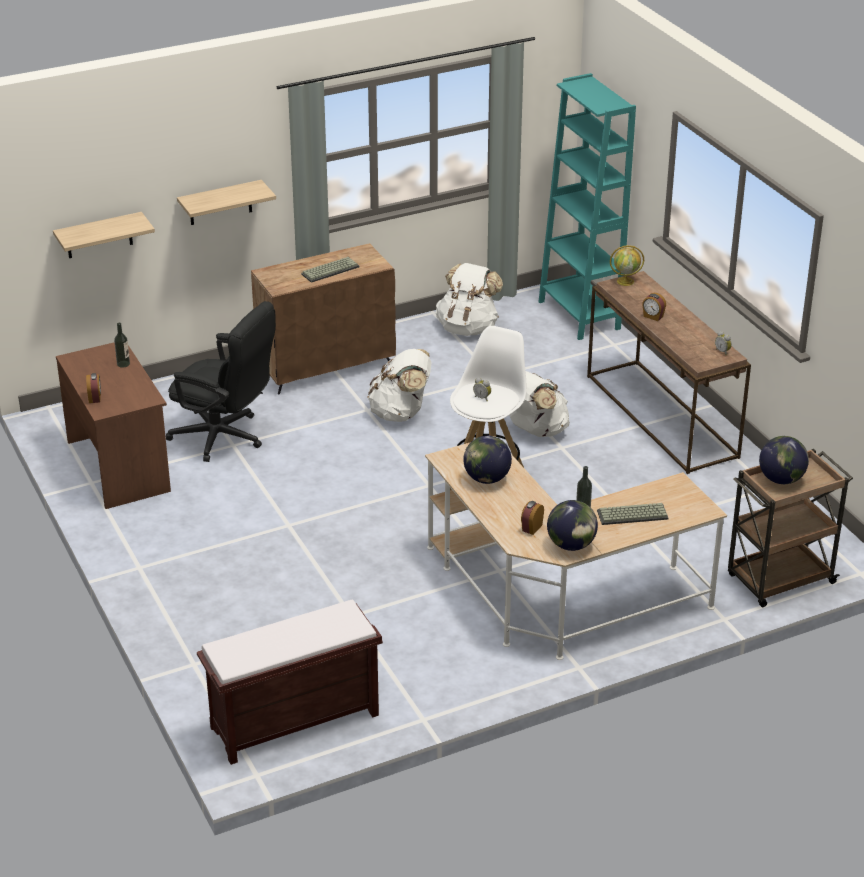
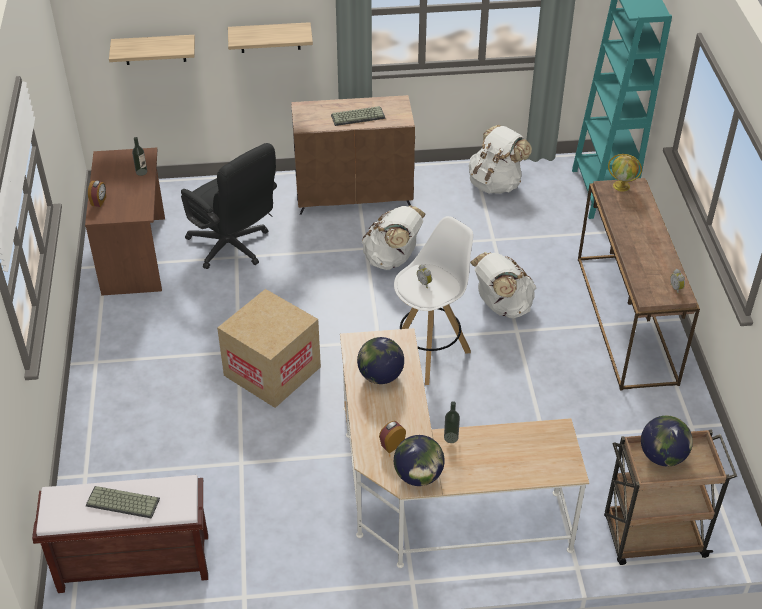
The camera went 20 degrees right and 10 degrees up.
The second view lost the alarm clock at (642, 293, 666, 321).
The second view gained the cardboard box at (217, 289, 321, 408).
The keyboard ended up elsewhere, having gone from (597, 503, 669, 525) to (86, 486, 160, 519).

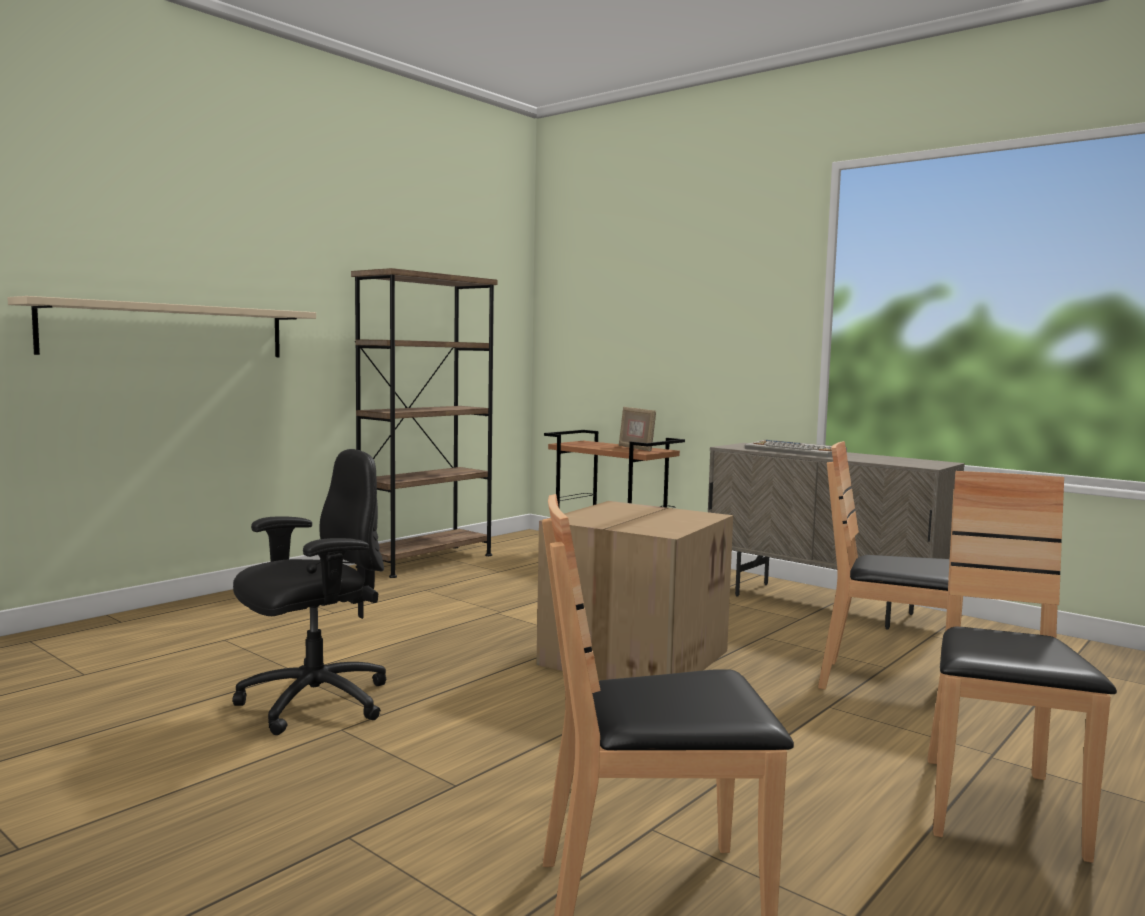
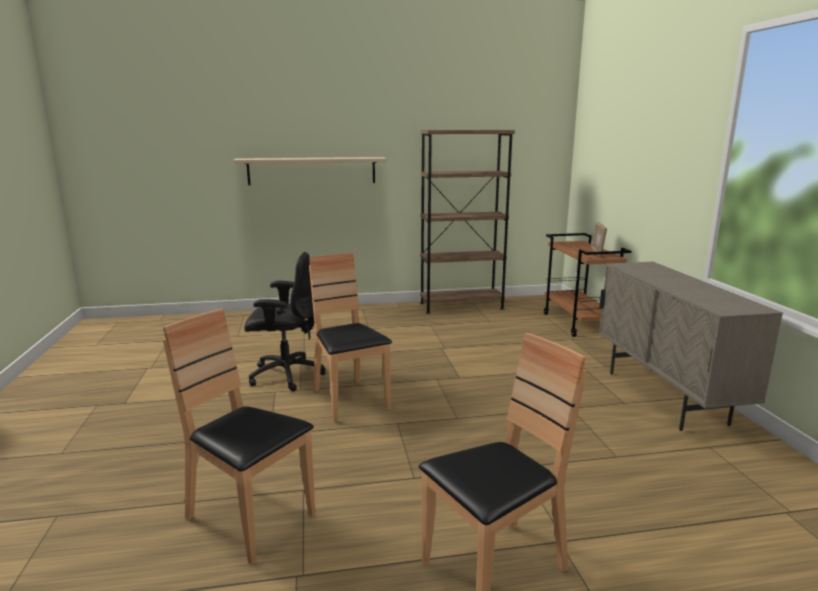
The camera went 40 degrees right and 10 degrees up.
The second view lost the cardboard box at (536, 501, 733, 680).
The second view lost the keyboard at (745, 440, 847, 457).
The upright chair in brown ended up elsewhere, having gone from (818, 441, 963, 690) to (309, 252, 392, 423).

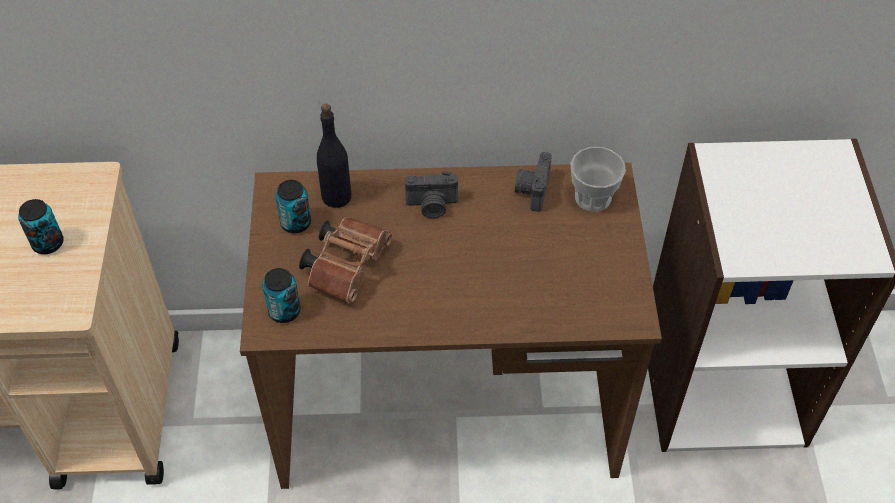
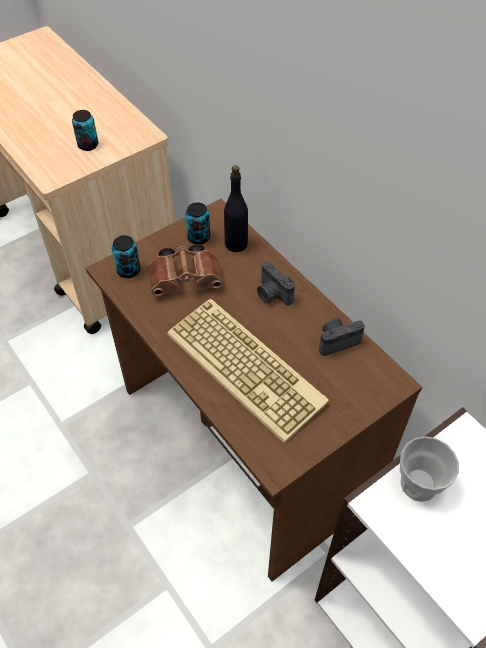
The camera went 55 degrees right and 0 degrees up.
The second view gained the keyboard at (167, 299, 329, 443).
The drinking cup ended up elsewhere, having gone from (570, 147, 626, 212) to (400, 436, 459, 502).

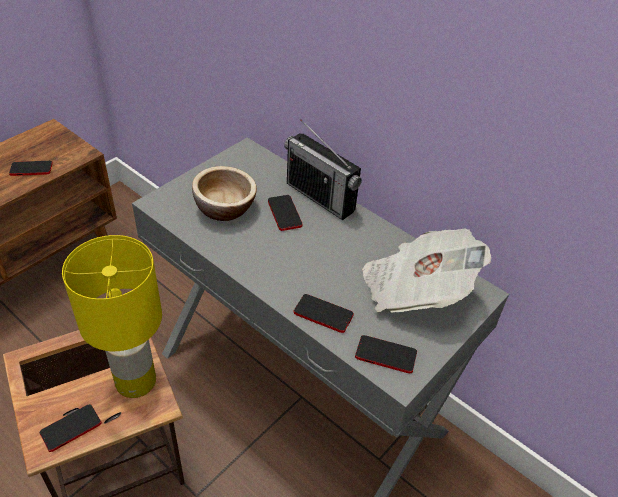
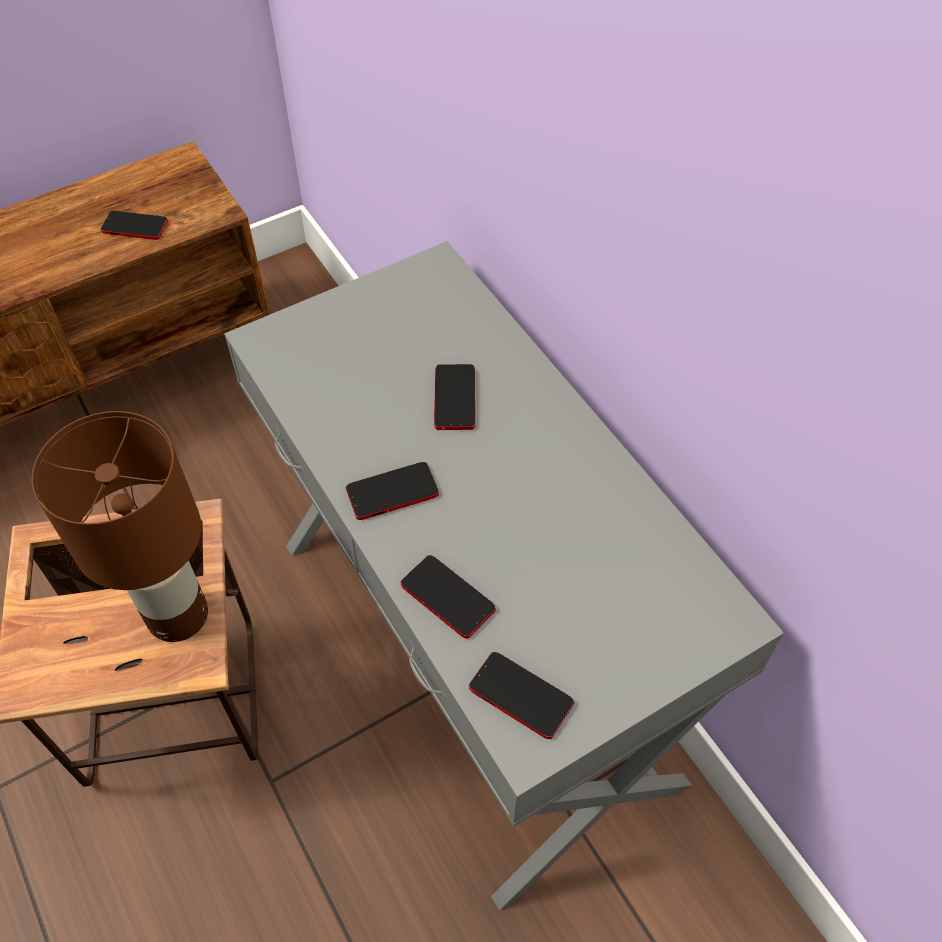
The camera went 20 degrees right and 10 degrees up.
The second view lost the deep dish at (192, 166, 257, 221).
The second view lost the radio set at (284, 119, 362, 220).
The second view lost the daily paper at (362, 229, 491, 312).
The phone ended up elsewhere, having gone from (39, 404, 102, 452) to (346, 462, 439, 520).
What was the table lamp in yellow at (62, 235, 162, 398) turned into the table lamp in brown at (32, 411, 208, 642).

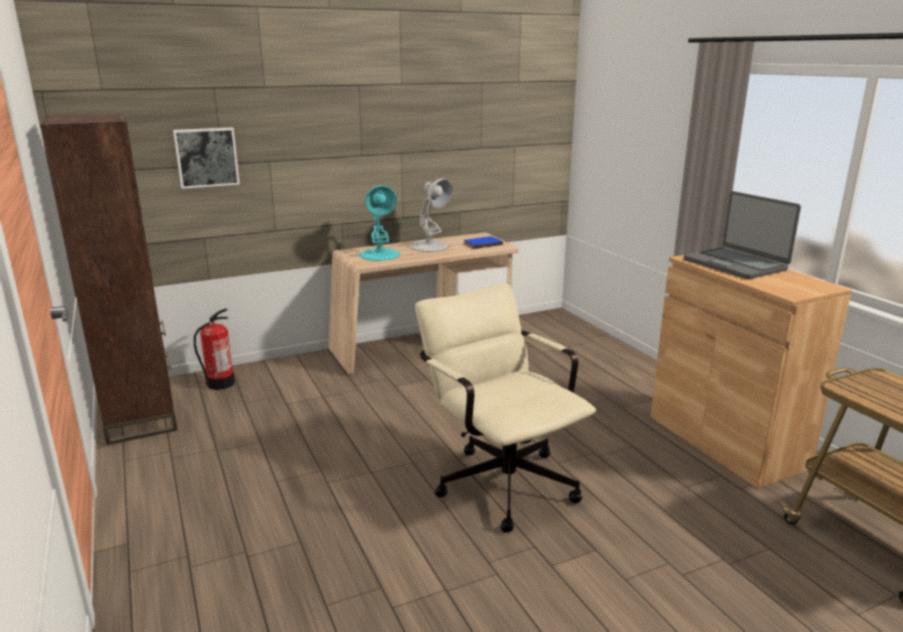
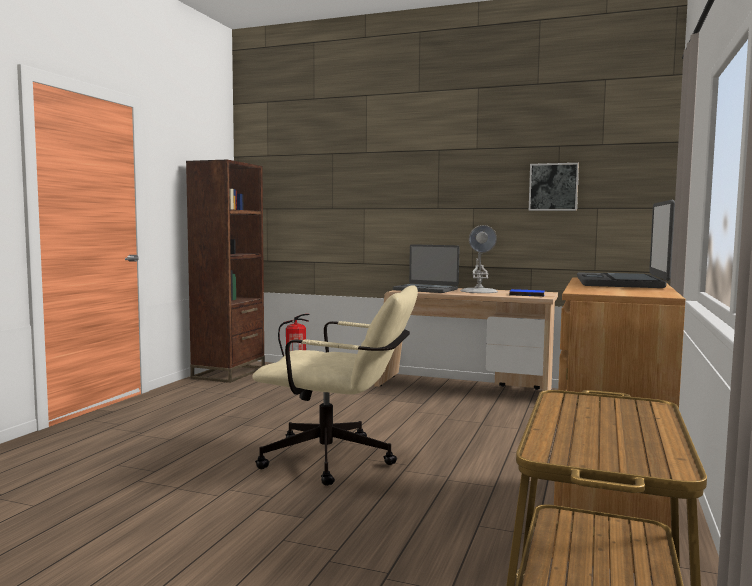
The camera went 45 degrees right and 15 degrees down.
The wall picture ended up elsewhere, having gone from (173, 128, 240, 189) to (529, 163, 579, 211).
Where the table lamp in blue-green stood at (359, 185, 400, 261), the laptop came to stand at (393, 244, 460, 293).
The office chair in beige at (415, 283, 596, 533) ended up facing another way, 90 degrees clockwise from before.

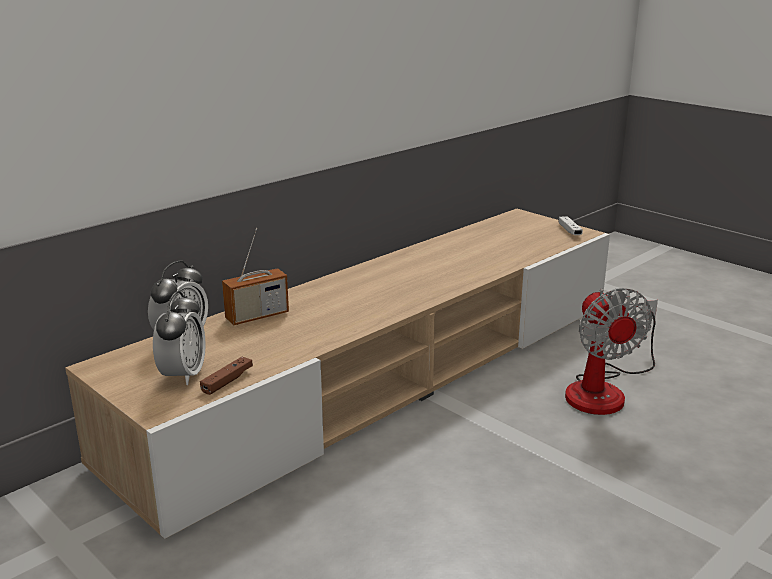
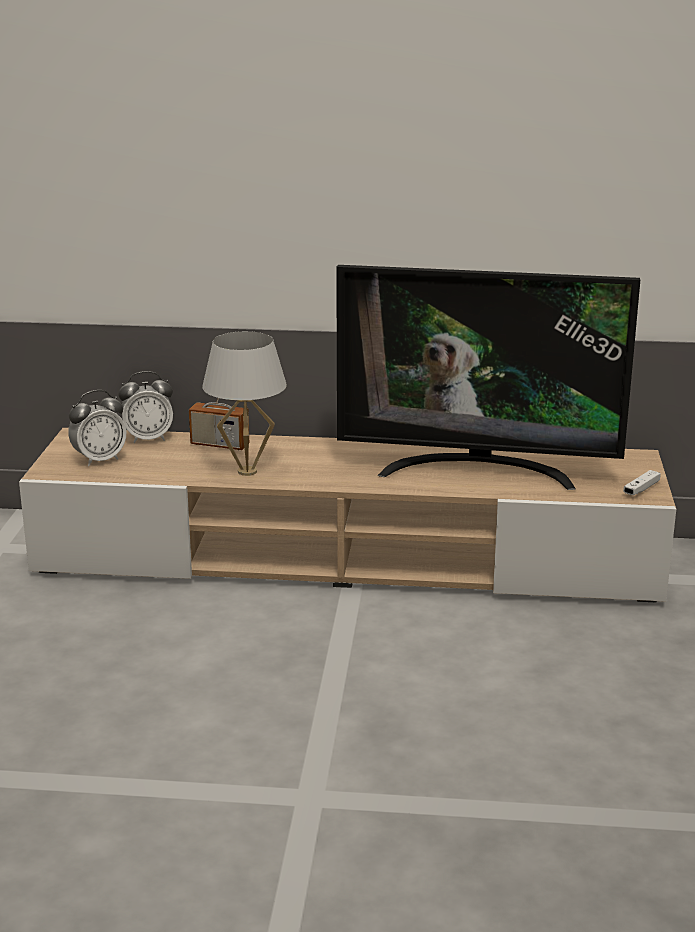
The camera went 50 degrees right and 0 degrees up.
The second view lost the joypad in brown at (200, 357, 253, 395).
The second view lost the fan at (565, 288, 658, 415).
The second view gained the table lamp in whitish at (202, 331, 287, 476).
The second view gained the television at (336, 265, 640, 490).

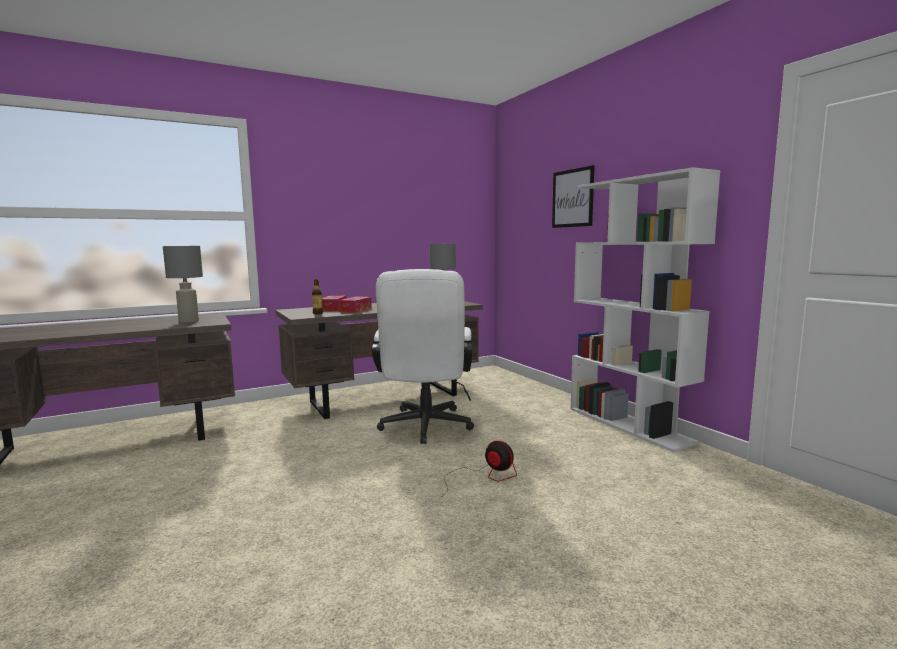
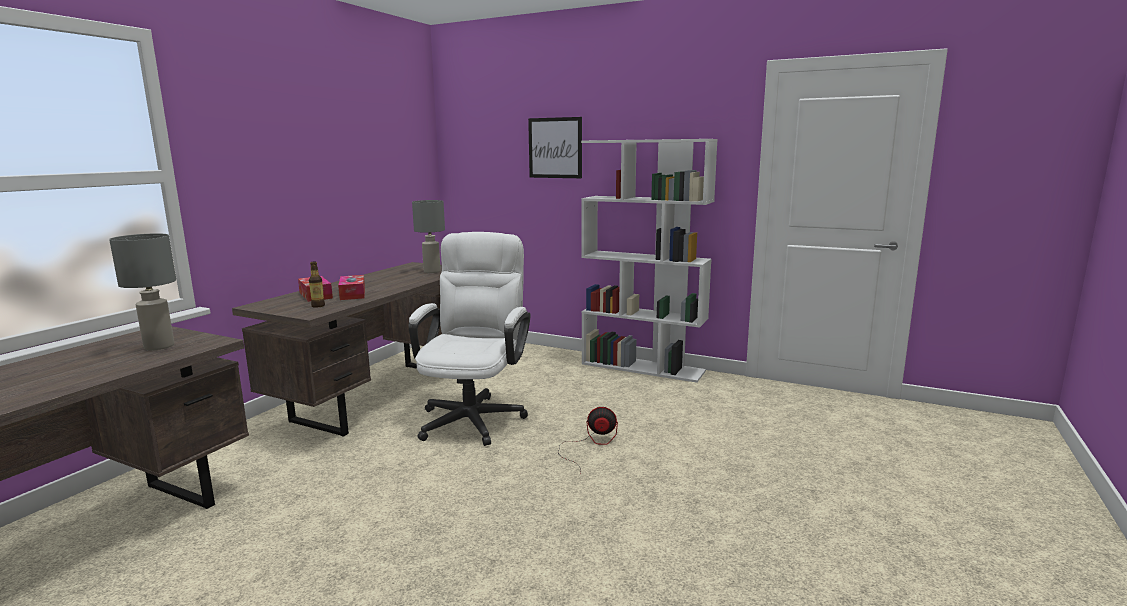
The camera went 35 degrees left and 5 degrees up.
The office chair in whitish at (372, 269, 474, 444) ended up facing another way, 135 degrees counterclockwise from before.

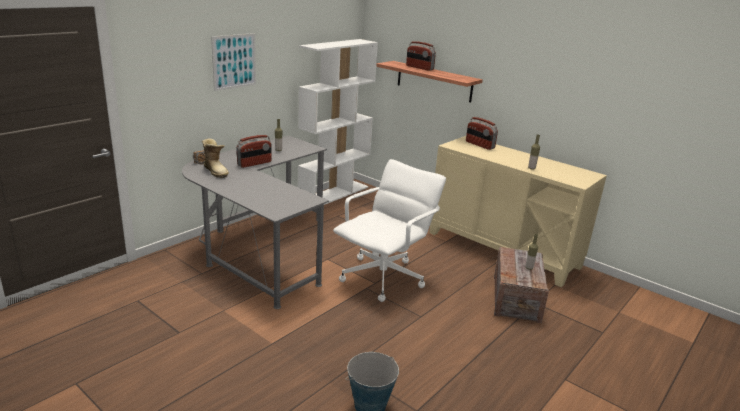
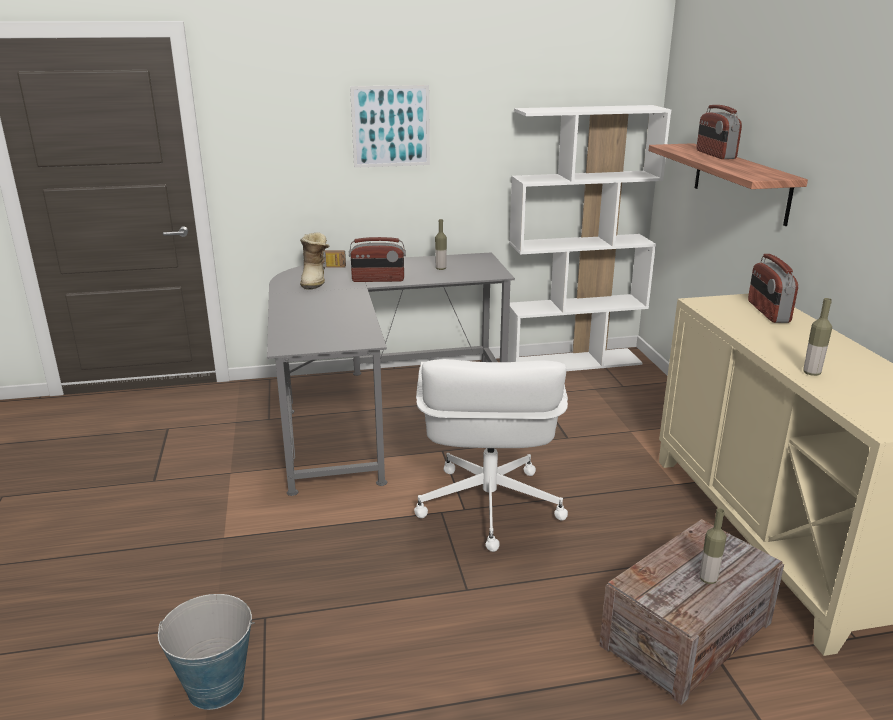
The camera went 40 degrees right and 0 degrees up.
The office chair in whitish at (333, 159, 446, 302) ended up facing another way, 105 degrees clockwise from before.

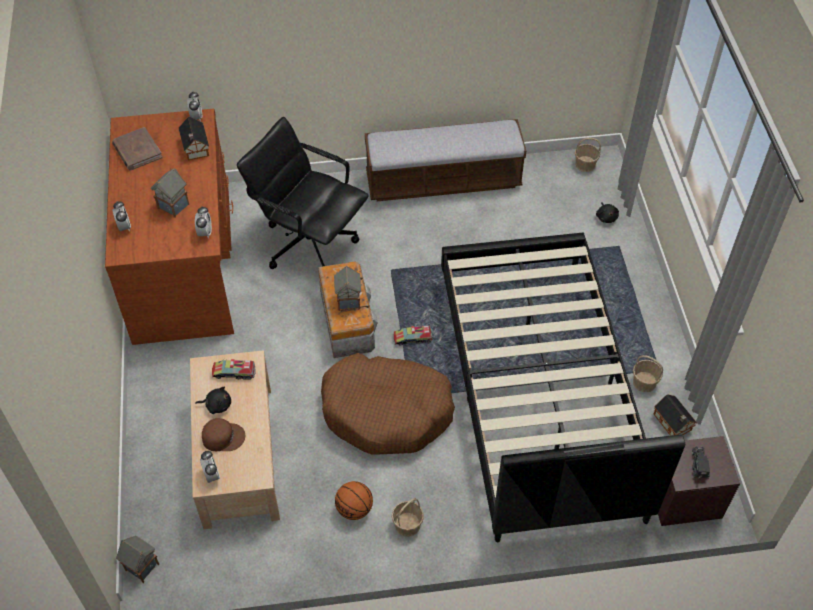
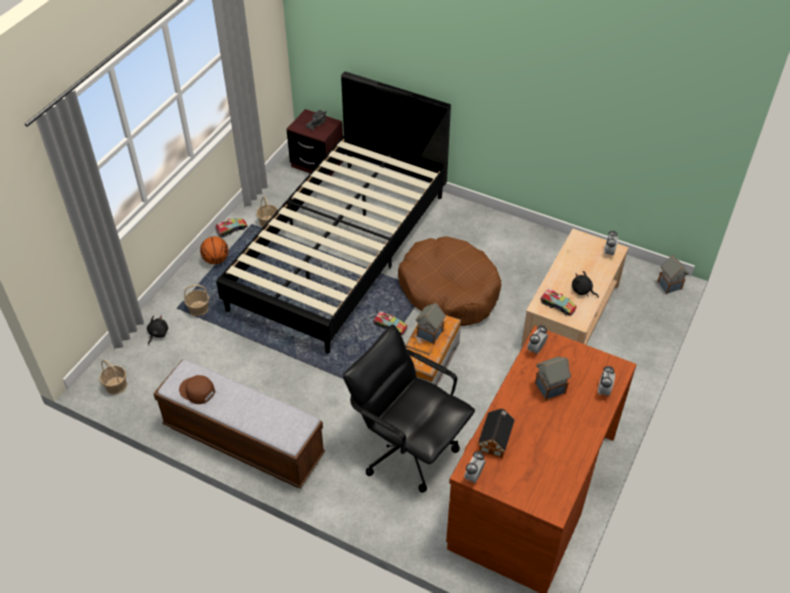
The camera went 145 degrees left and 5 degrees down.
The second view lost the bound book in brown at (112, 127, 163, 171).
The second view lost the toy house at (654, 394, 697, 436).
The second view gained the model truck at (215, 218, 247, 237).
The peaked cap in brown ended up elsewhere, having gone from (202, 418, 245, 451) to (179, 375, 215, 404).
The ball for basketball ended up elsewhere, having gone from (335, 481, 373, 520) to (200, 236, 229, 264).
The household basket ended up elsewhere, having gone from (391, 498, 424, 537) to (184, 284, 209, 317).
The office chair in blackish at (237, 117, 369, 269) ended up facing another way, 150 degrees clockwise from before.

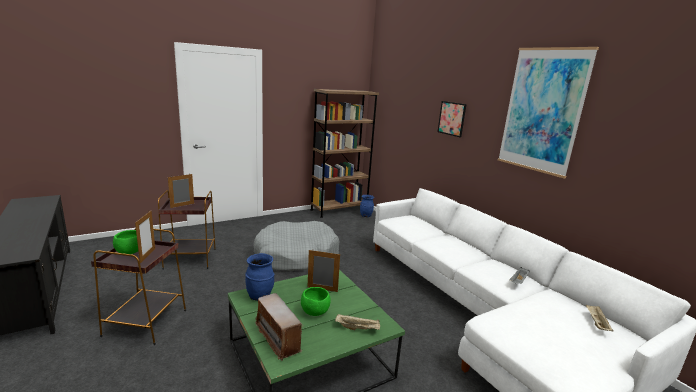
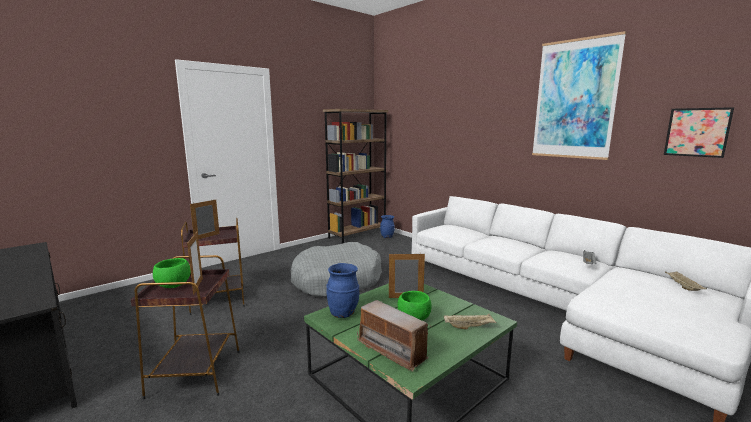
The camera went 10 degrees left and 5 degrees down.
The wall picture ended up elsewhere, having gone from (437, 101, 466, 138) to (664, 107, 734, 158).

